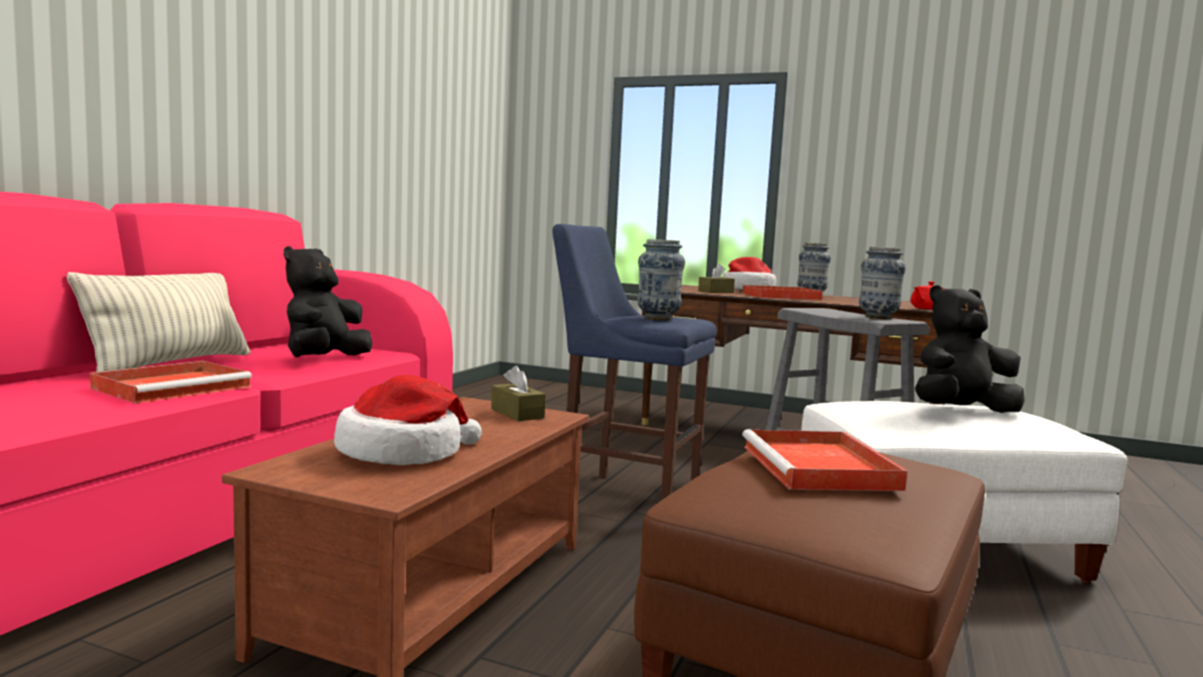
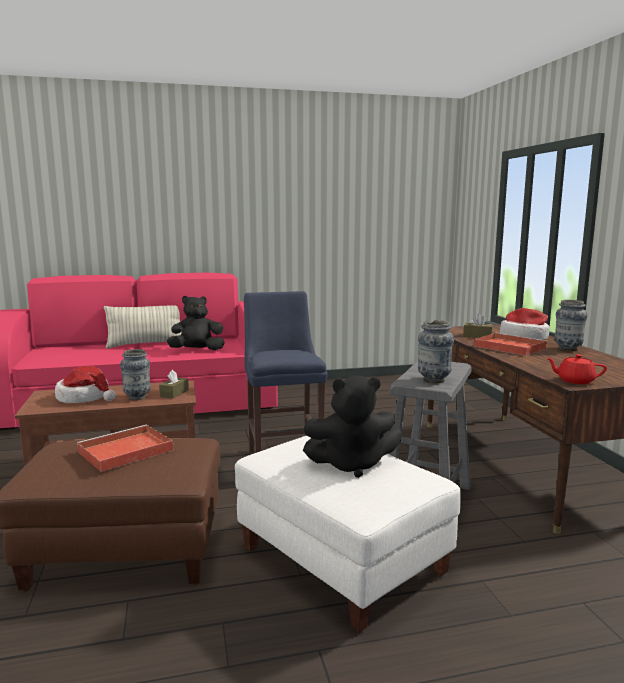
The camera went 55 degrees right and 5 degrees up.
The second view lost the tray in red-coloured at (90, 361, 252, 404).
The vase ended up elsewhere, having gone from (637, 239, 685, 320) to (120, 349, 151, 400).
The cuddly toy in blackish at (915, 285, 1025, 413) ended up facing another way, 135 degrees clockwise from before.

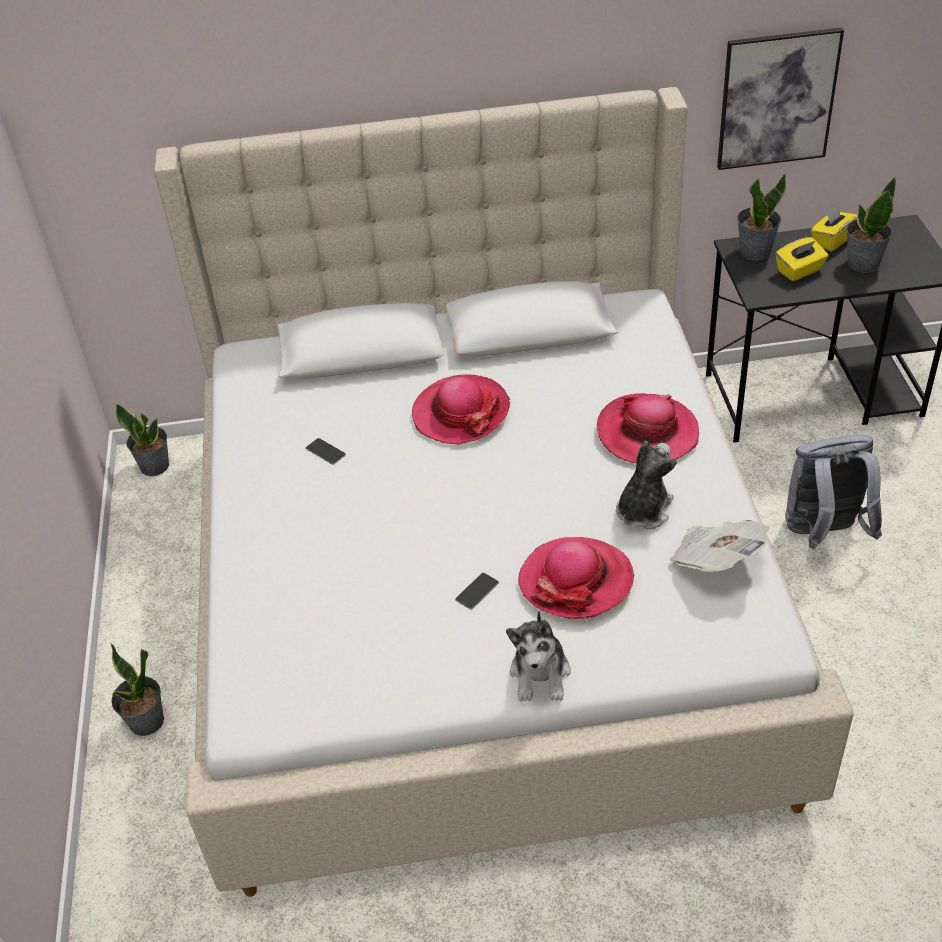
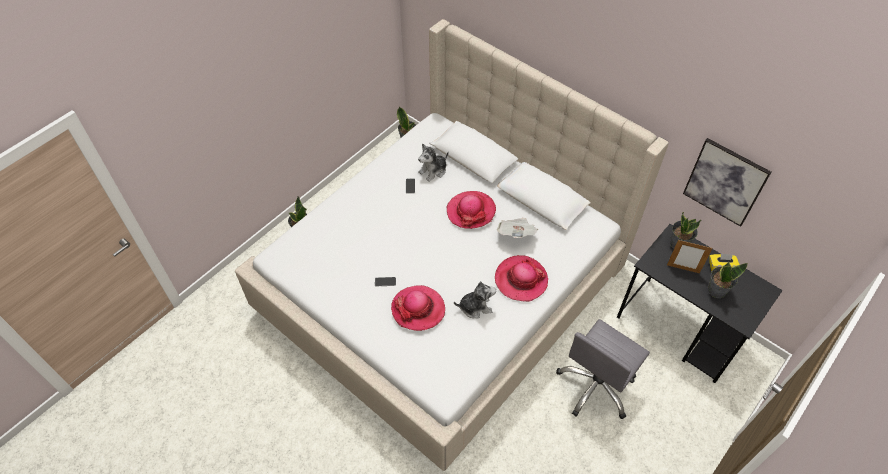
The camera went 45 degrees right and 10 degrees up.
The cuddly toy ended up elsewhere, having gone from (506, 611, 571, 701) to (418, 144, 449, 182).
The daily paper ended up elsewhere, having gone from (669, 520, 770, 572) to (497, 218, 538, 238).
Where the tissue holder in yellow stood at (775, 237, 828, 281), the picture frame came to stand at (667, 240, 713, 273).
Where the backpack in grey stood at (785, 434, 882, 549), the office chair in grey came to stand at (556, 319, 650, 419).

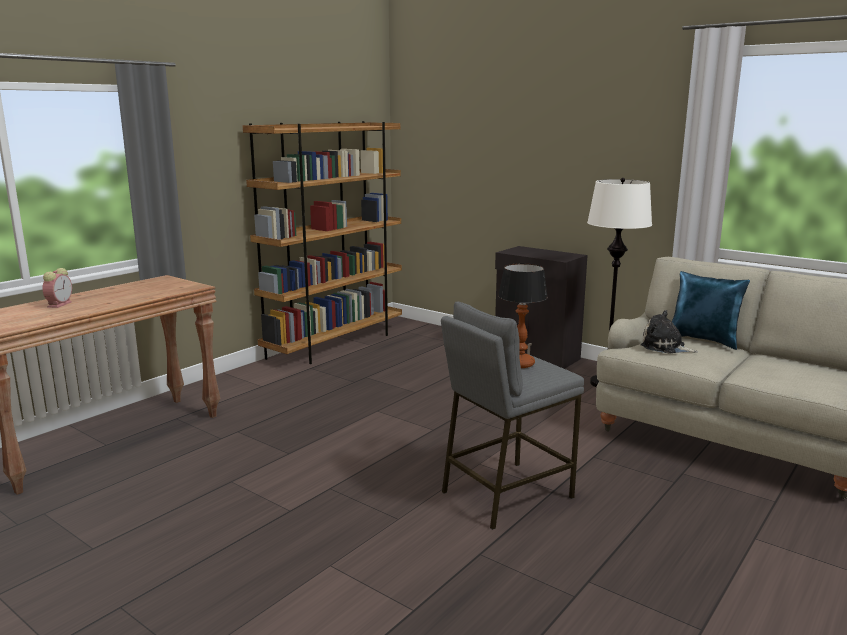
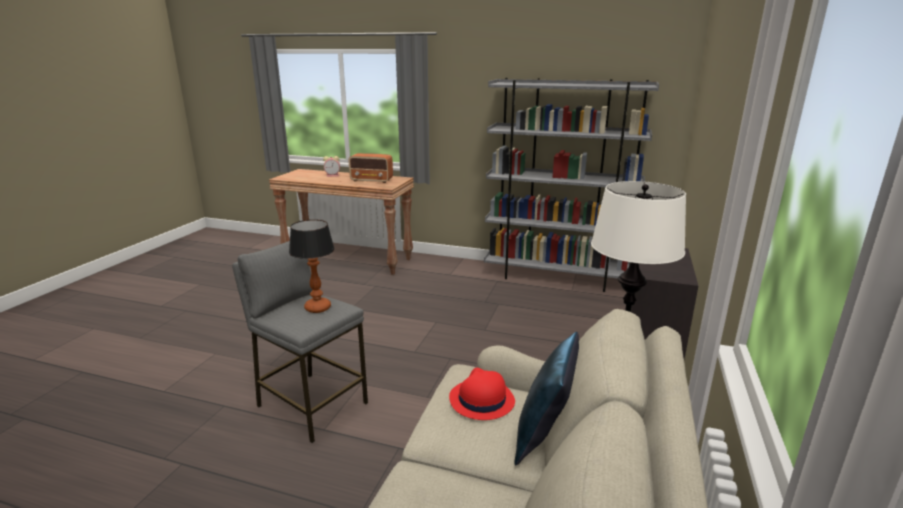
The camera went 70 degrees right and 5 degrees up.
The second view gained the radio set at (349, 153, 393, 183).
Where the cuddly toy stood at (640, 310, 698, 354), the clothing hat in red-coloured came to stand at (449, 368, 515, 420).
What was the bookcase in brown at (243, 121, 402, 364) turned into the bookcase in grey at (484, 78, 659, 292).

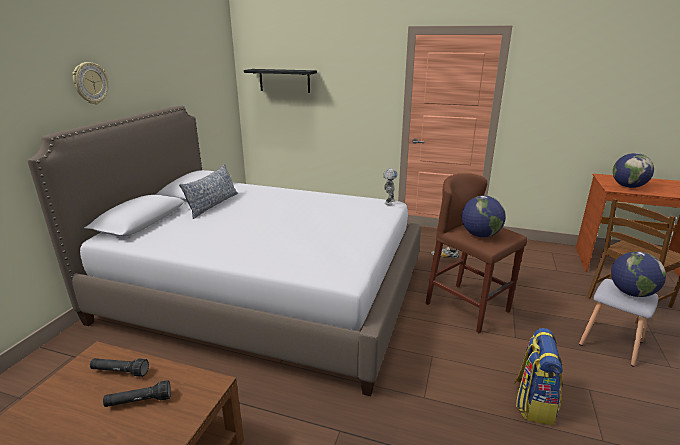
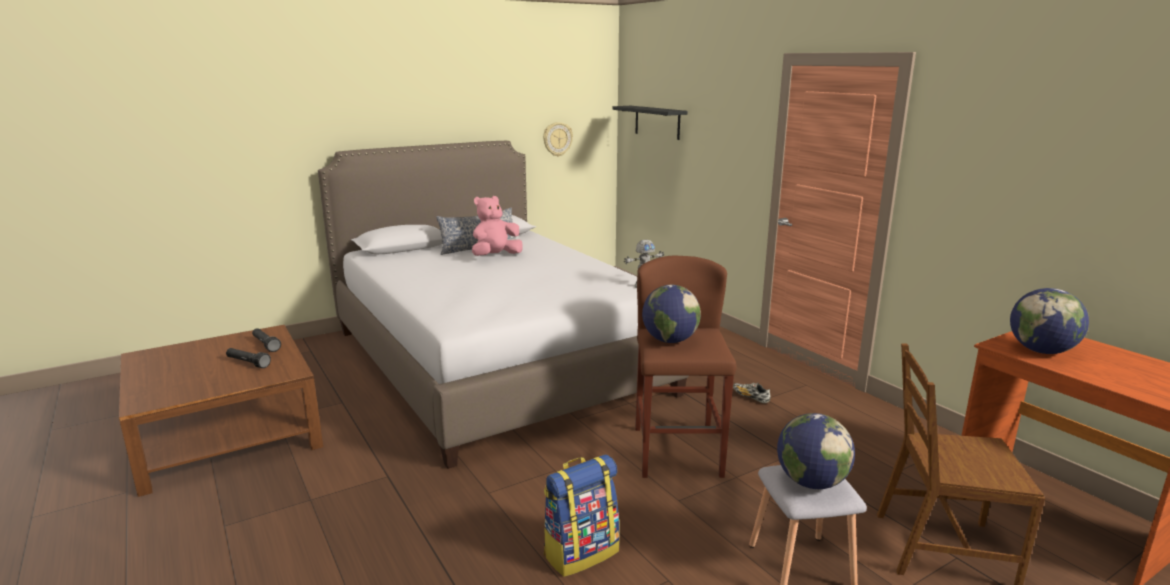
The camera went 40 degrees right and 5 degrees down.
The second view gained the cuddly toy in pink at (472, 196, 523, 256).
The clock on the wall ended up elsewhere, having gone from (73, 62, 109, 104) to (543, 122, 573, 157).

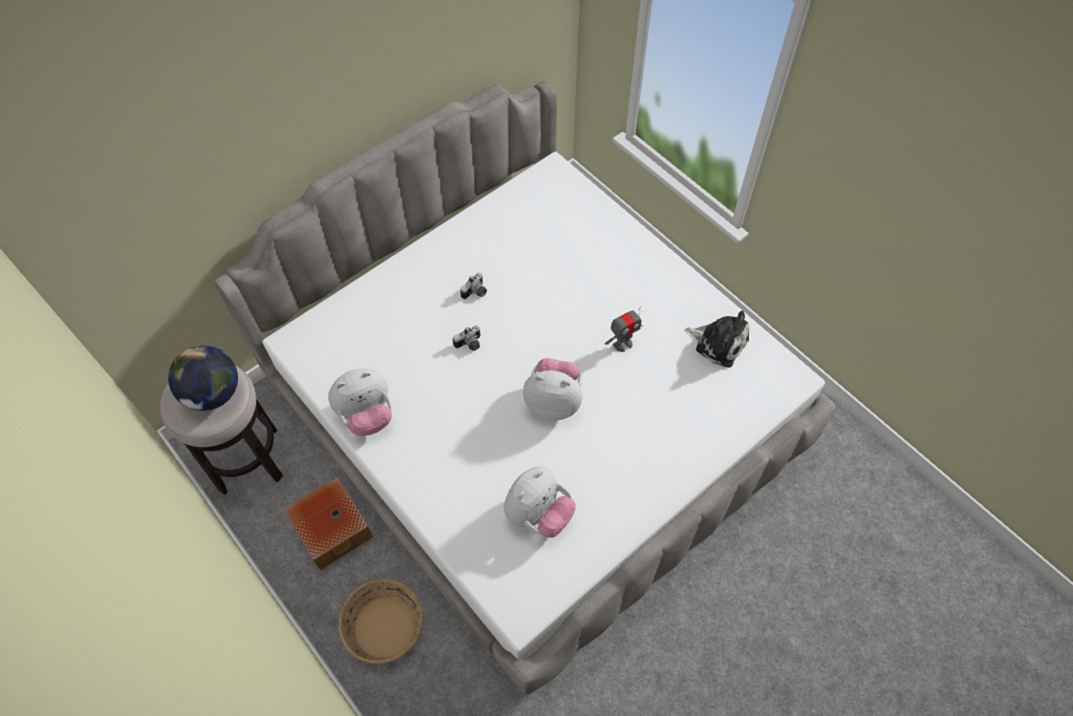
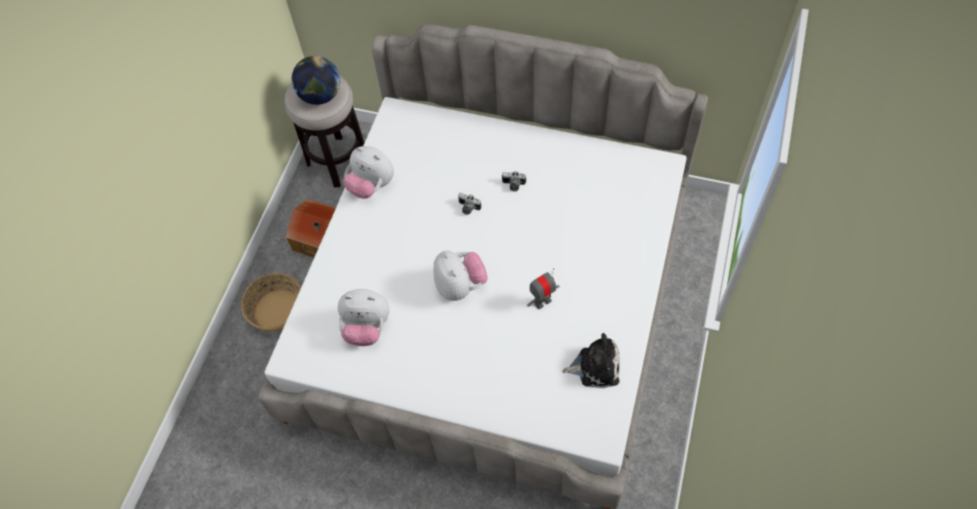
The camera went 60 degrees right and 0 degrees up.
The model robot at (605, 307, 642, 352) ended up facing another way, 120 degrees clockwise from before.
The cuddly toy at (685, 310, 749, 368) ended up facing another way, 90 degrees counterclockwise from before.

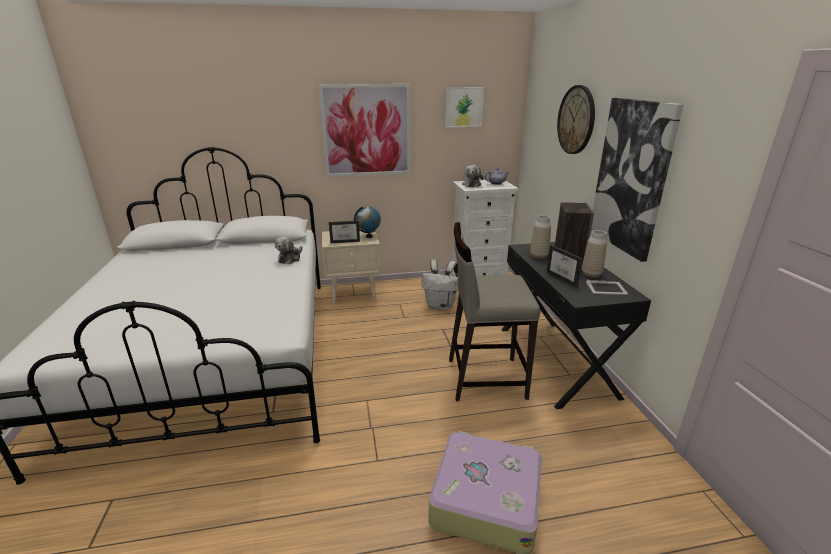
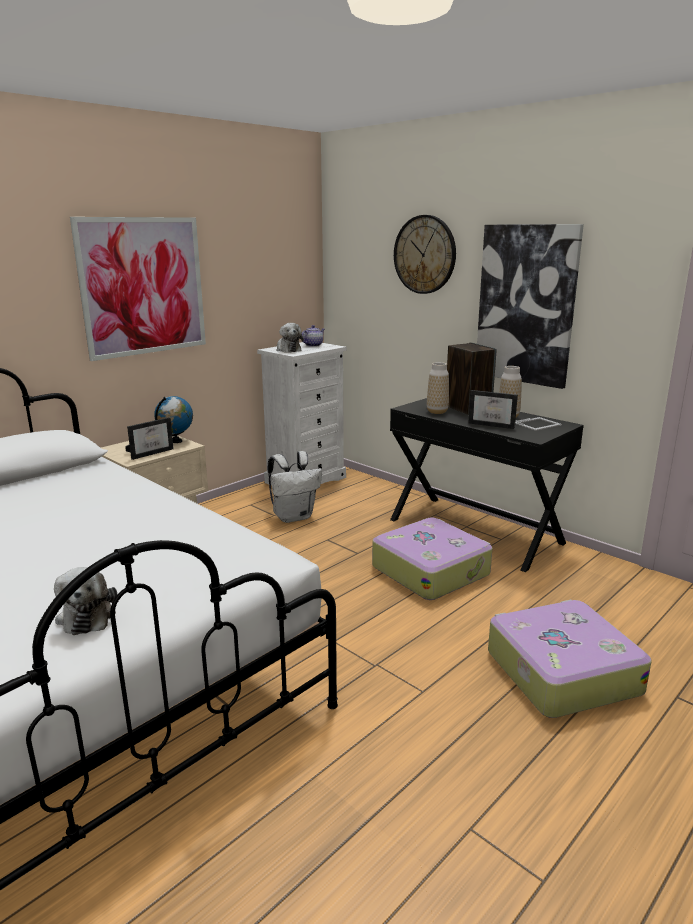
The camera went 35 degrees left and 5 degrees down.
The second view lost the wall picture at (445, 87, 484, 127).
The cuddly toy ended up elsewhere, having gone from (275, 237, 303, 264) to (54, 567, 117, 635).
Where the sitting stool in beige stood at (449, 222, 540, 401), the piece of luggage came to stand at (372, 518, 493, 600).

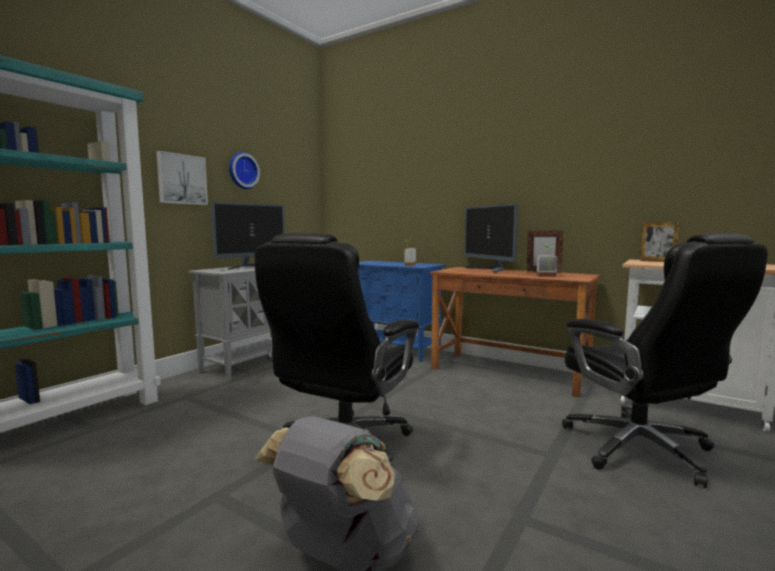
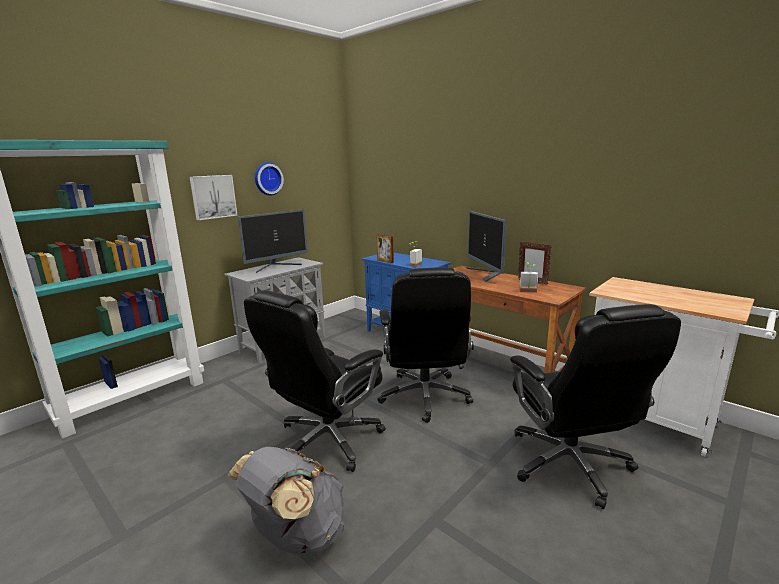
The camera went 10 degrees right and 10 degrees up.
The second view gained the office chair in blackish at (377, 267, 474, 423).
The picture frame ended up elsewhere, having gone from (640, 222, 680, 262) to (377, 234, 394, 263).

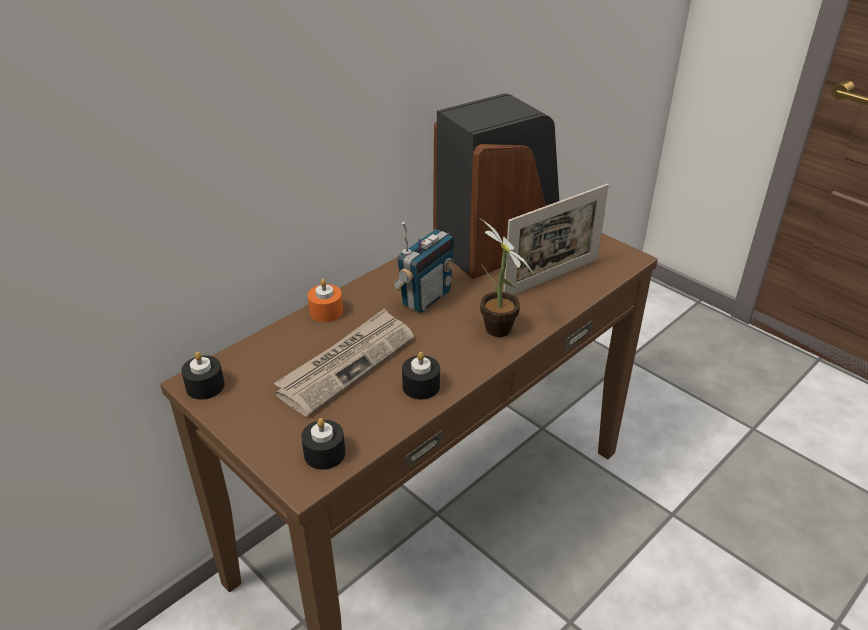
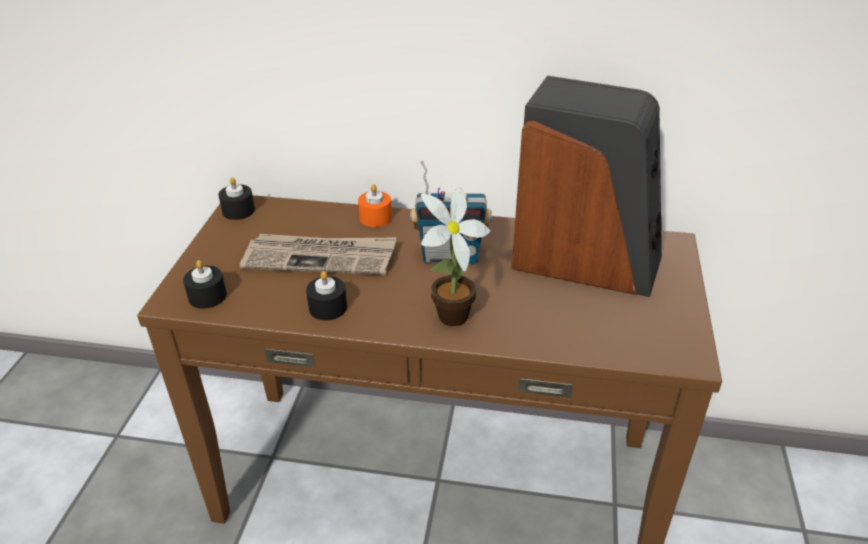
The camera went 55 degrees right and 0 degrees up.
The second view lost the picture frame at (504, 184, 609, 295).

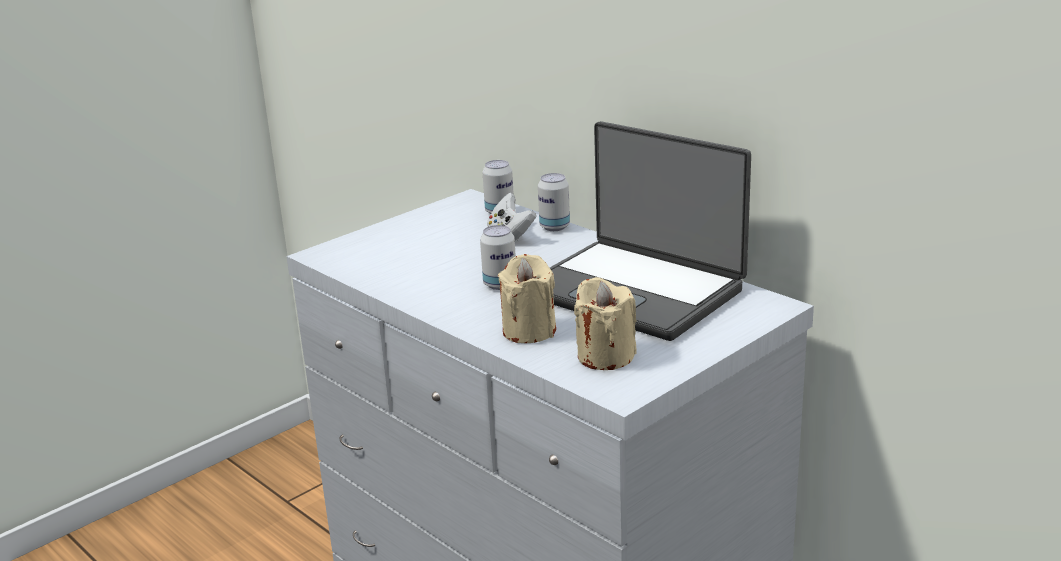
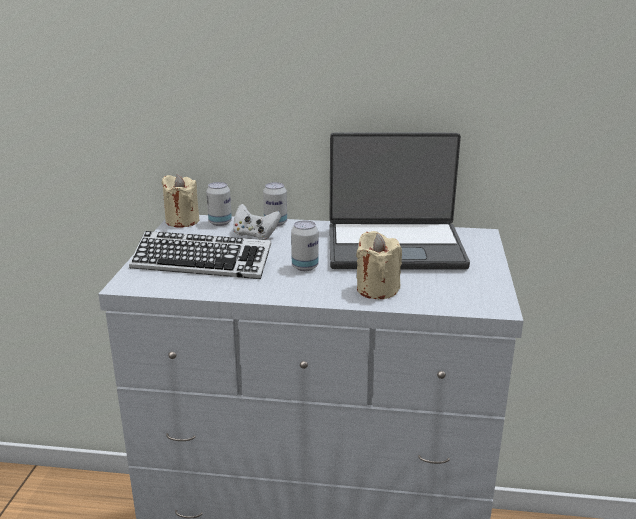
The camera went 40 degrees left and 0 degrees up.
The second view gained the keyboard at (129, 231, 271, 279).
The wax candle in beige ended up elsewhere, having gone from (574, 277, 636, 370) to (161, 174, 199, 228).

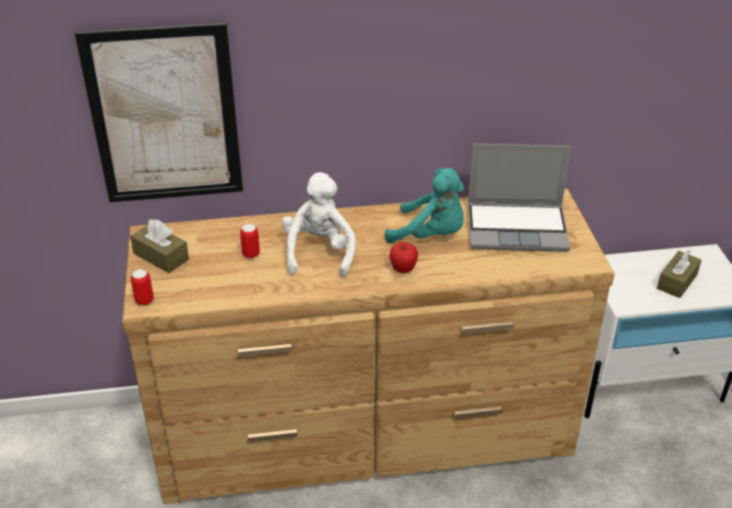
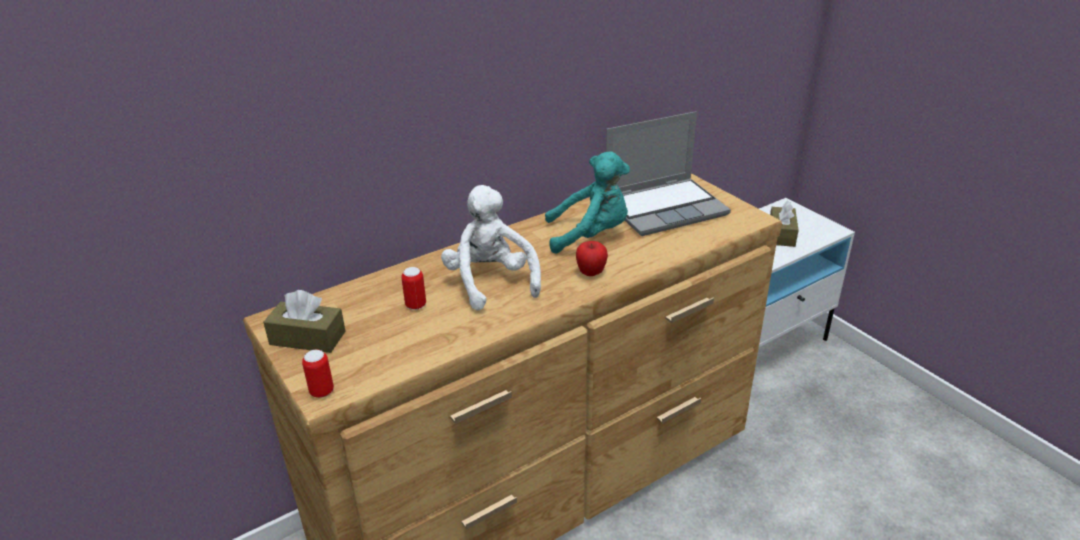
The camera went 25 degrees left and 5 degrees down.
The second view lost the wall picture at (75, 22, 243, 202).

